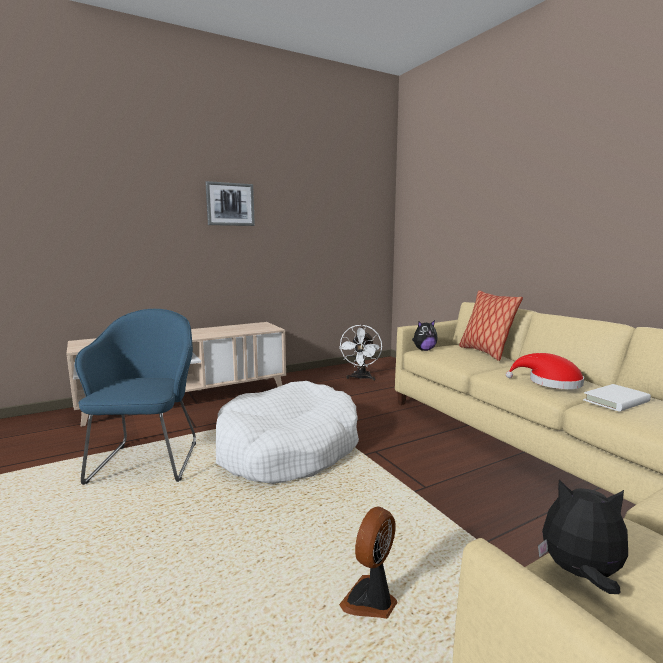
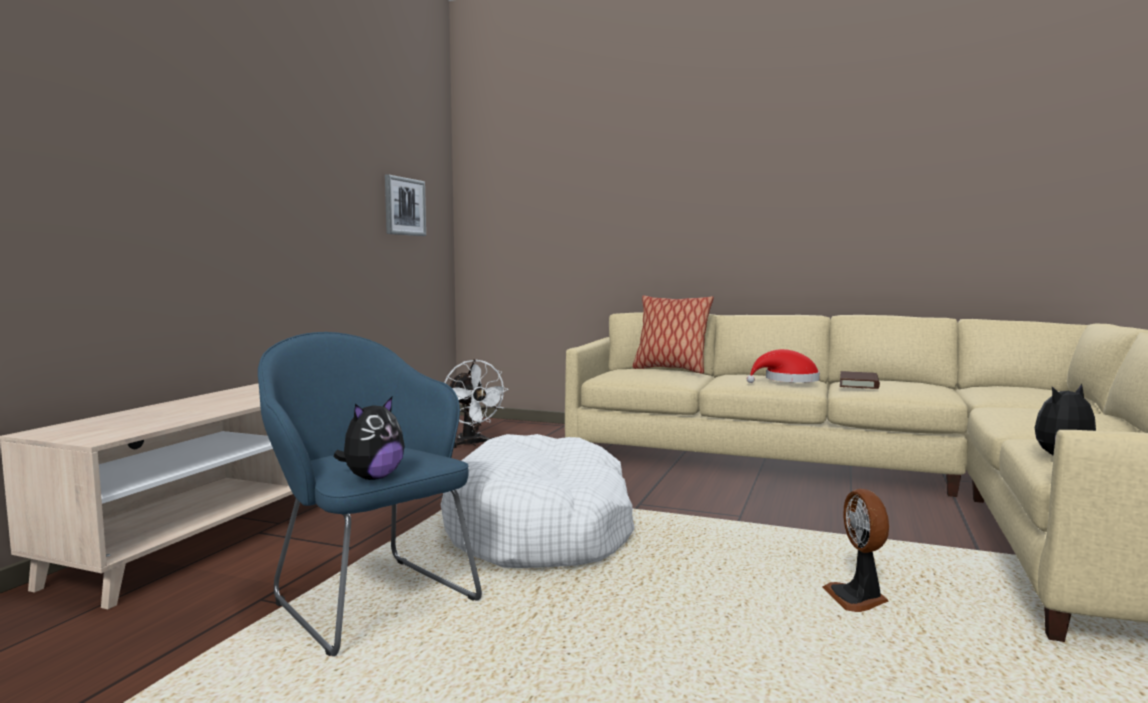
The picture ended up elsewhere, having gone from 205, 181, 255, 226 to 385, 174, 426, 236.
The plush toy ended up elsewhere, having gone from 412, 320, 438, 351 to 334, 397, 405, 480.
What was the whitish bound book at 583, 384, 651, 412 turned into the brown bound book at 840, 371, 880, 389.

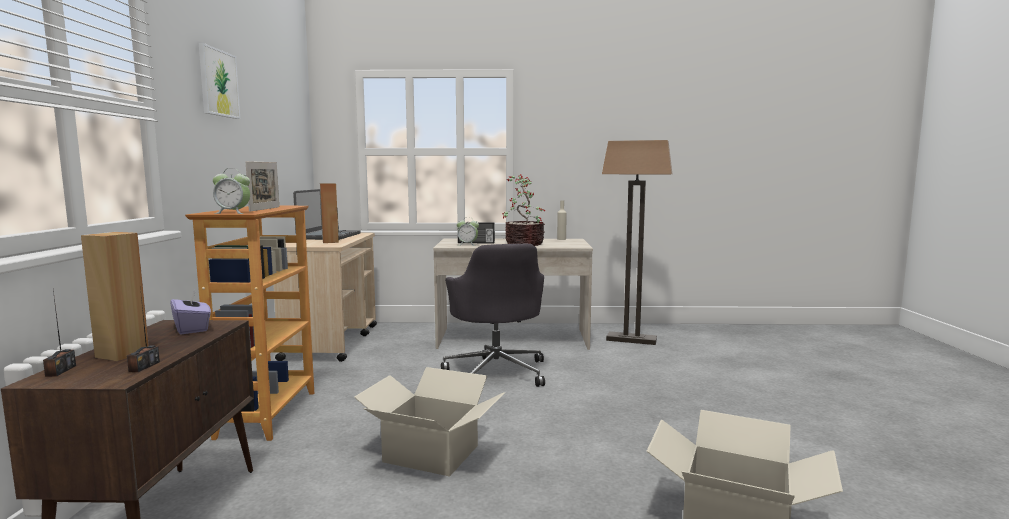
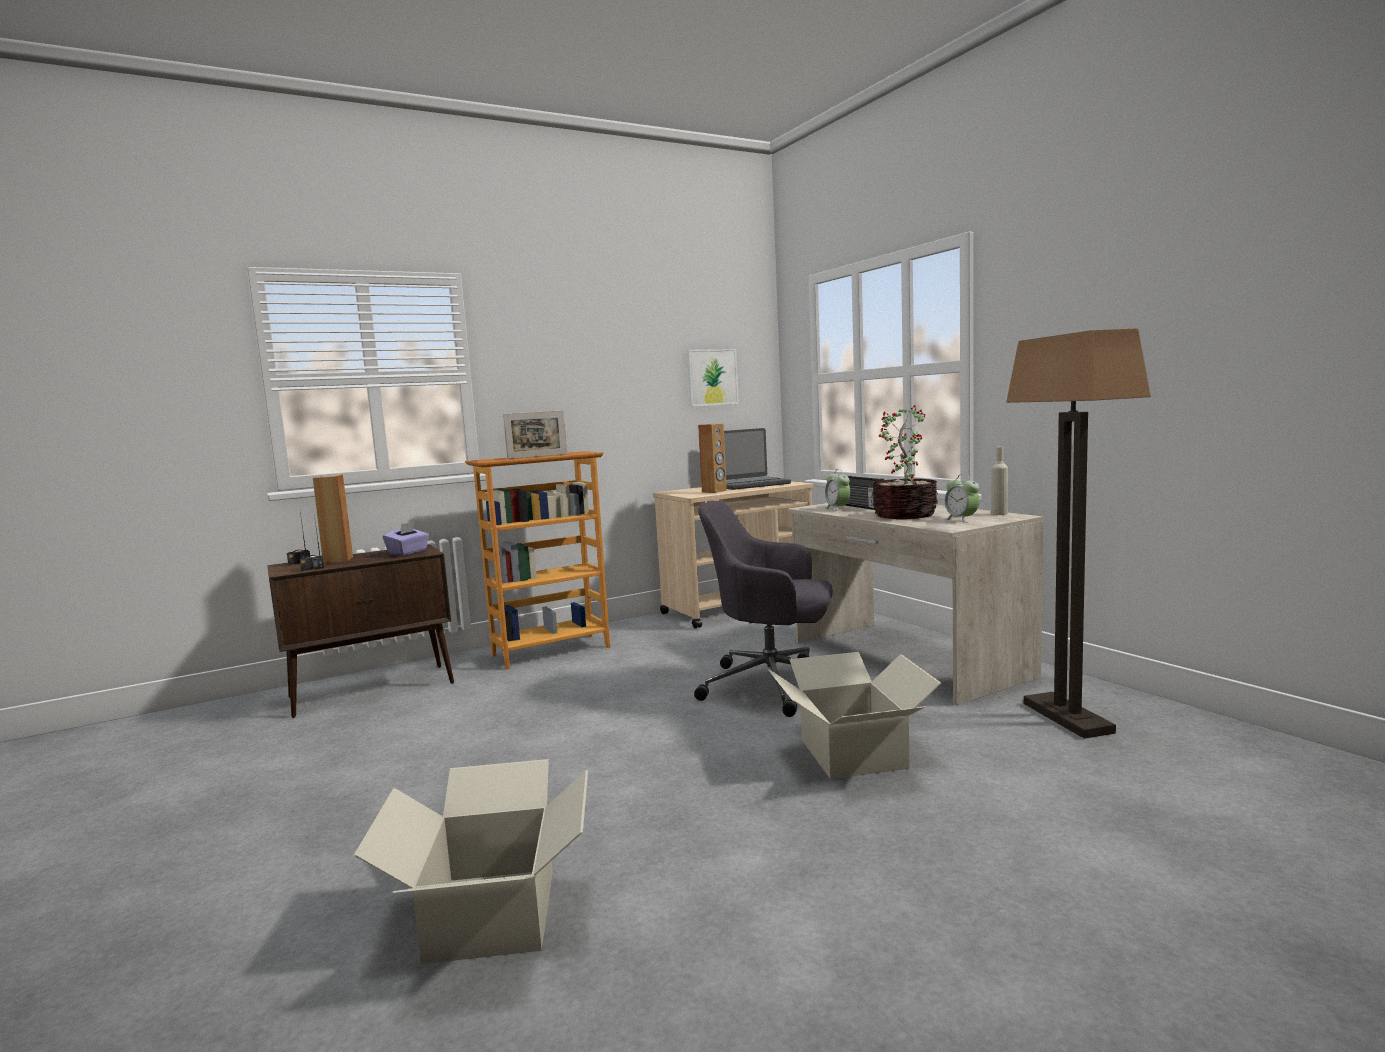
The picture ended up elsewhere, having gone from 199, 43, 240, 119 to 687, 349, 739, 407.
The table clock ended up elsewhere, having gone from 213, 168, 250, 214 to 944, 474, 979, 523.
The greyish computer chair at 441, 244, 545, 387 ended up facing another way, 60 degrees clockwise from before.
The carton ended up elsewhere, having gone from 354, 367, 505, 477 to 768, 652, 941, 779.

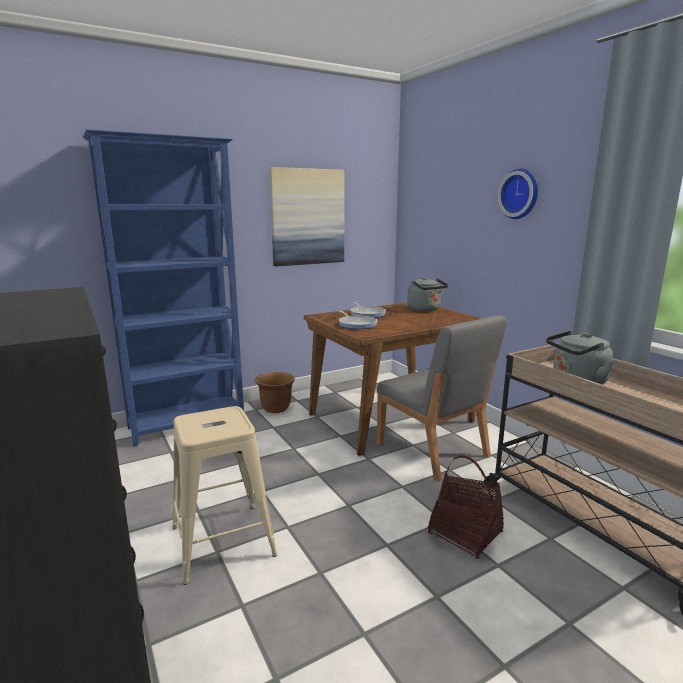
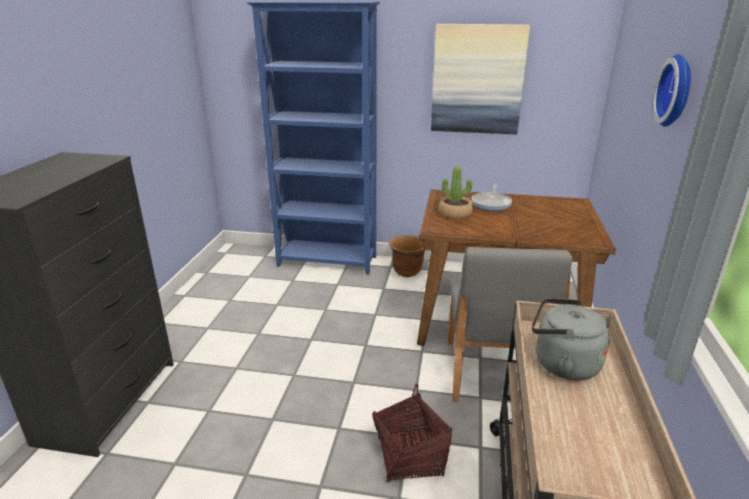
The second view lost the greyish water kettle at 407, 277, 448, 311.
Where the frying pan stood at 339, 311, 378, 329, the plant in a pot came to stand at 439, 166, 473, 219.
The second view lost the beige-coloured sitting stool at 172, 406, 277, 585.

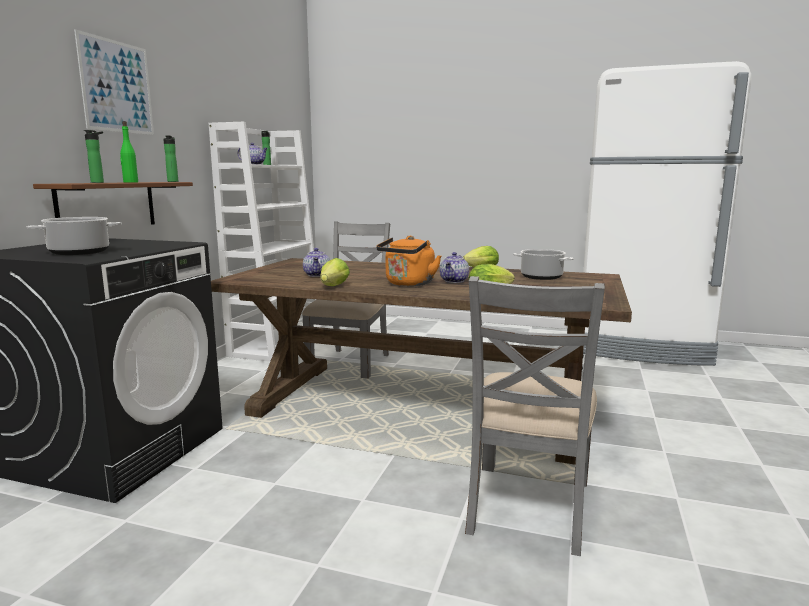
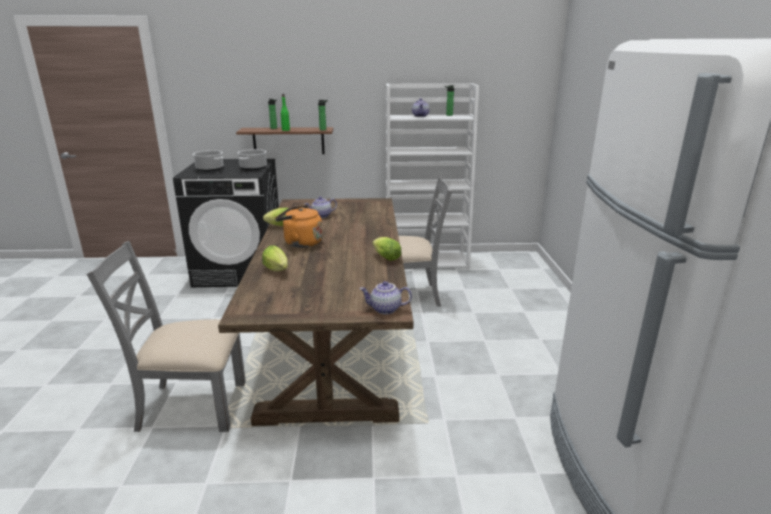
The second view lost the picture at 74, 29, 154, 135.
The stockpot ended up elsewhere, having gone from 513, 249, 574, 280 to 238, 149, 267, 170.
The pot for tea ended up elsewhere, having gone from 440, 252, 469, 283 to 360, 281, 412, 314.

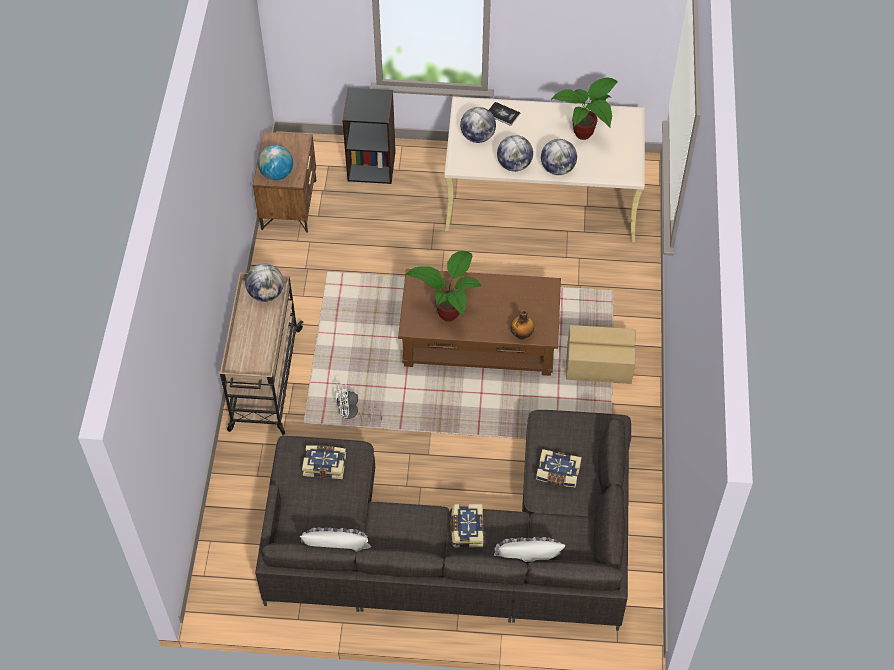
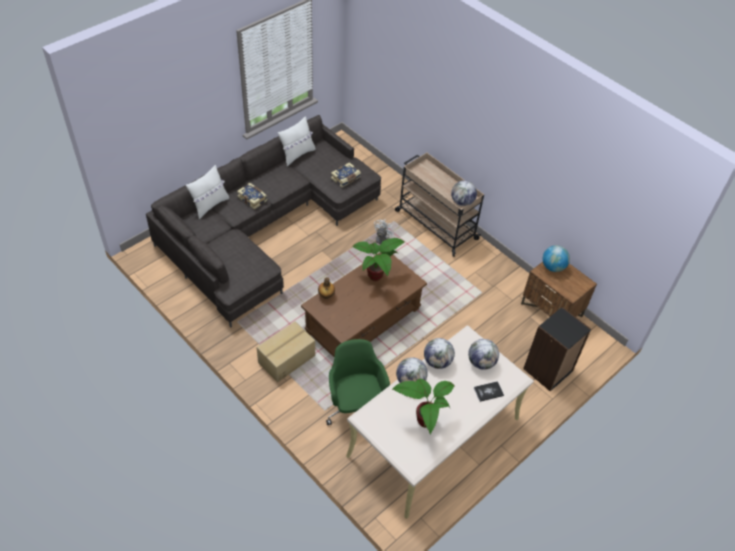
The second view lost the bound book at 536, 449, 582, 487.
The second view gained the green computer chair at 326, 339, 390, 425.

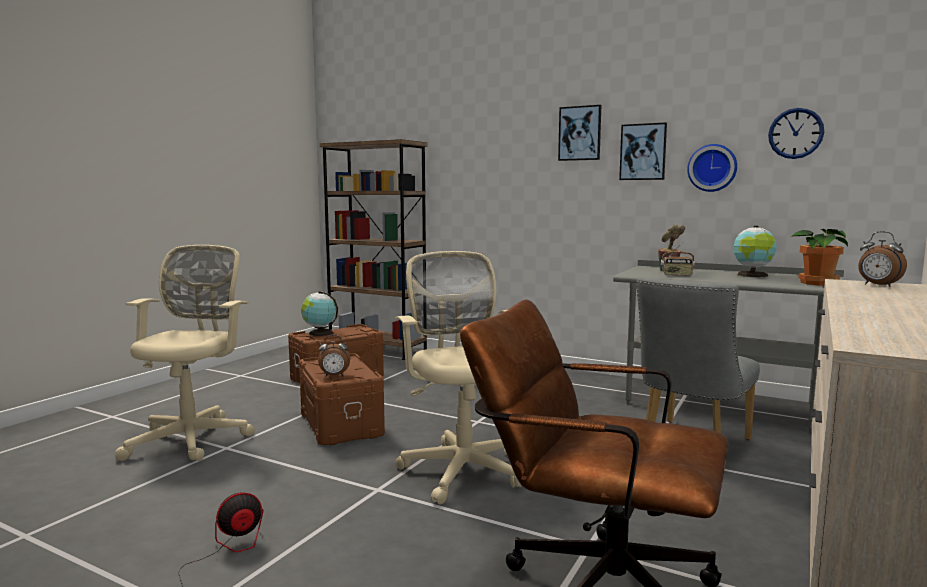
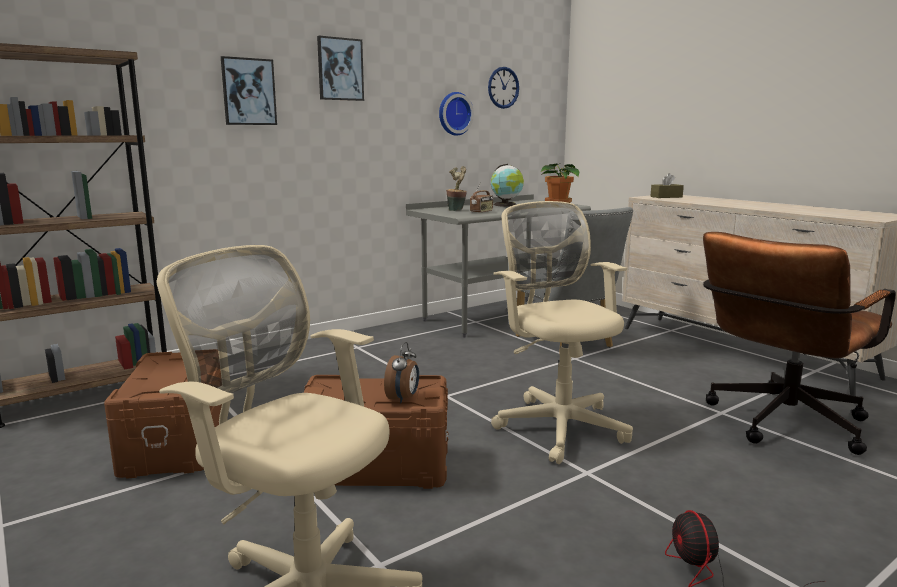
The picture ended up elsewhere, having gone from 619, 122, 667, 180 to 221, 56, 277, 125.
Where the table clock stood at 858, 231, 907, 287, the brown tissue box came to stand at 650, 173, 684, 198.
The beige-coloured computer chair at 396, 251, 522, 505 ended up facing another way, 60 degrees clockwise from before.
The second view lost the world globe at 301, 291, 338, 336.

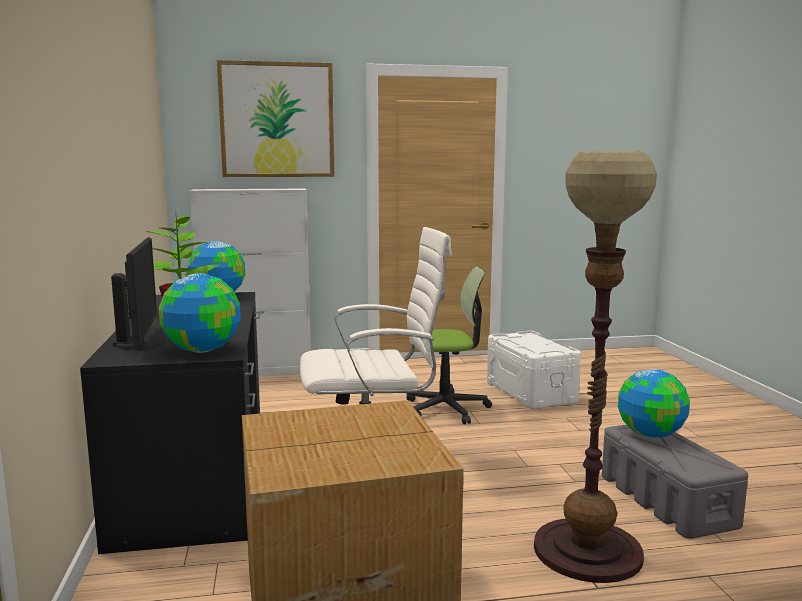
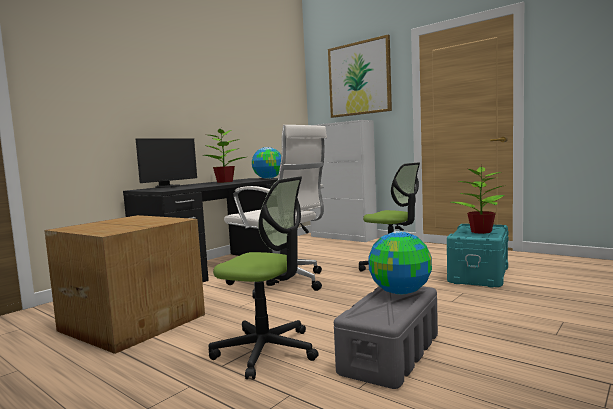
Where the standing lamp stood at 534, 151, 657, 583, the computer chair came to stand at 209, 176, 319, 379.
The second view lost the world globe at 159, 273, 241, 353.
What was the whitish storage bin at 487, 331, 581, 409 turned into the turquoise-coloured storage bin at 447, 224, 508, 288.
The second view gained the plant in a pot at 451, 166, 506, 234.

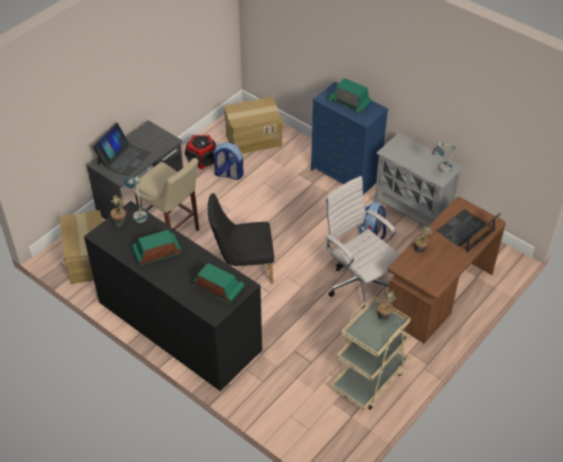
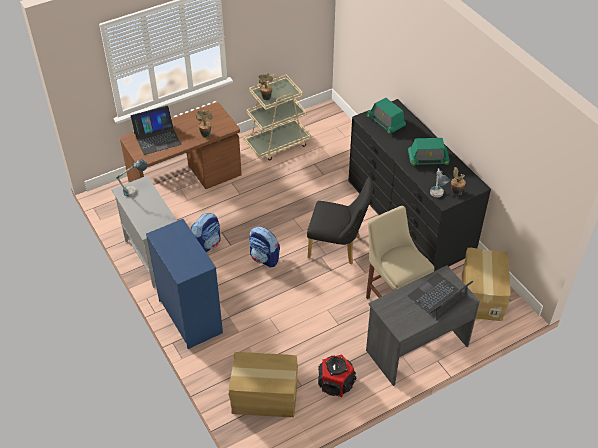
The second view lost the radio at 328, 78, 371, 113.
The backpack ended up elsewhere, having gone from 213, 142, 244, 180 to 249, 226, 280, 268.
The second view lost the whitish computer chair at 325, 176, 400, 311.

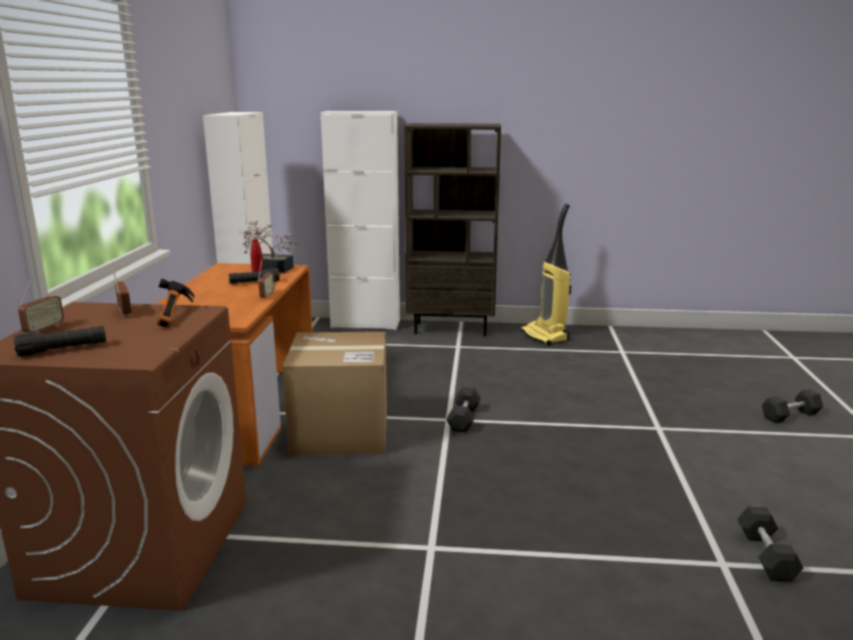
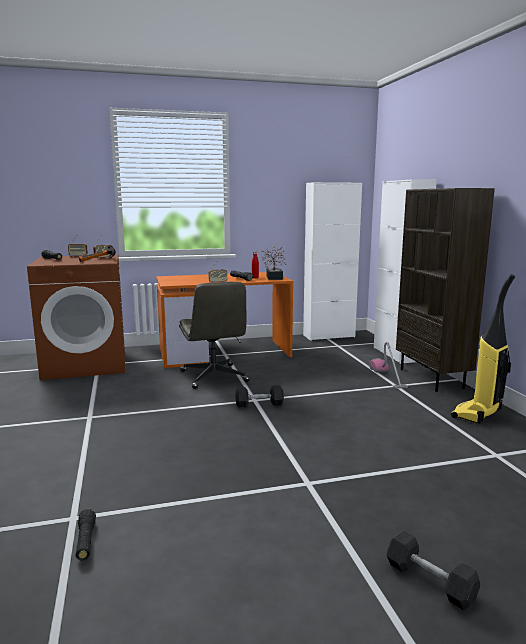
Where the carton stood at 282, 332, 387, 456, the greyish computer chair came to stand at 179, 282, 249, 389.
Where the greyish dumbbell stood at 737, 506, 804, 582, the black-coloured torch came to stand at 76, 509, 96, 560.
The second view gained the hoover at 369, 342, 408, 389.

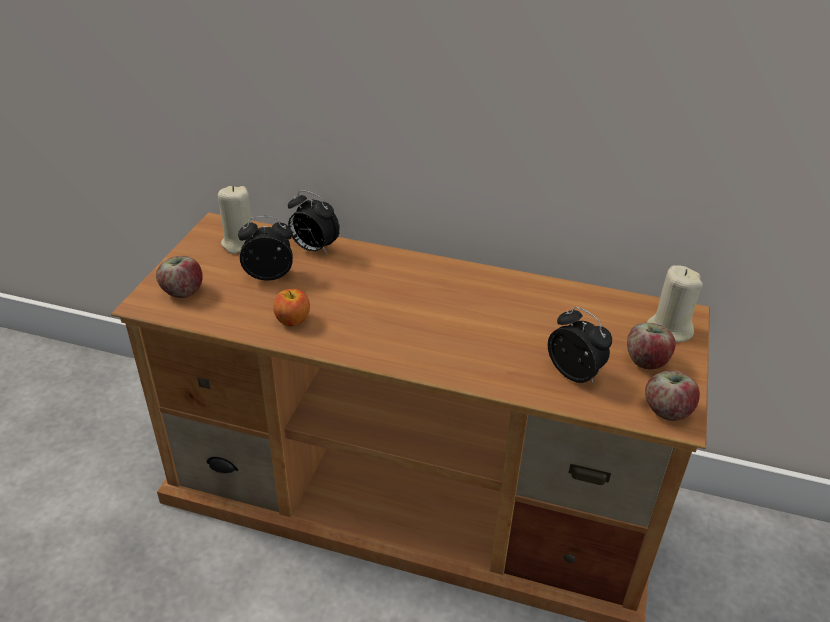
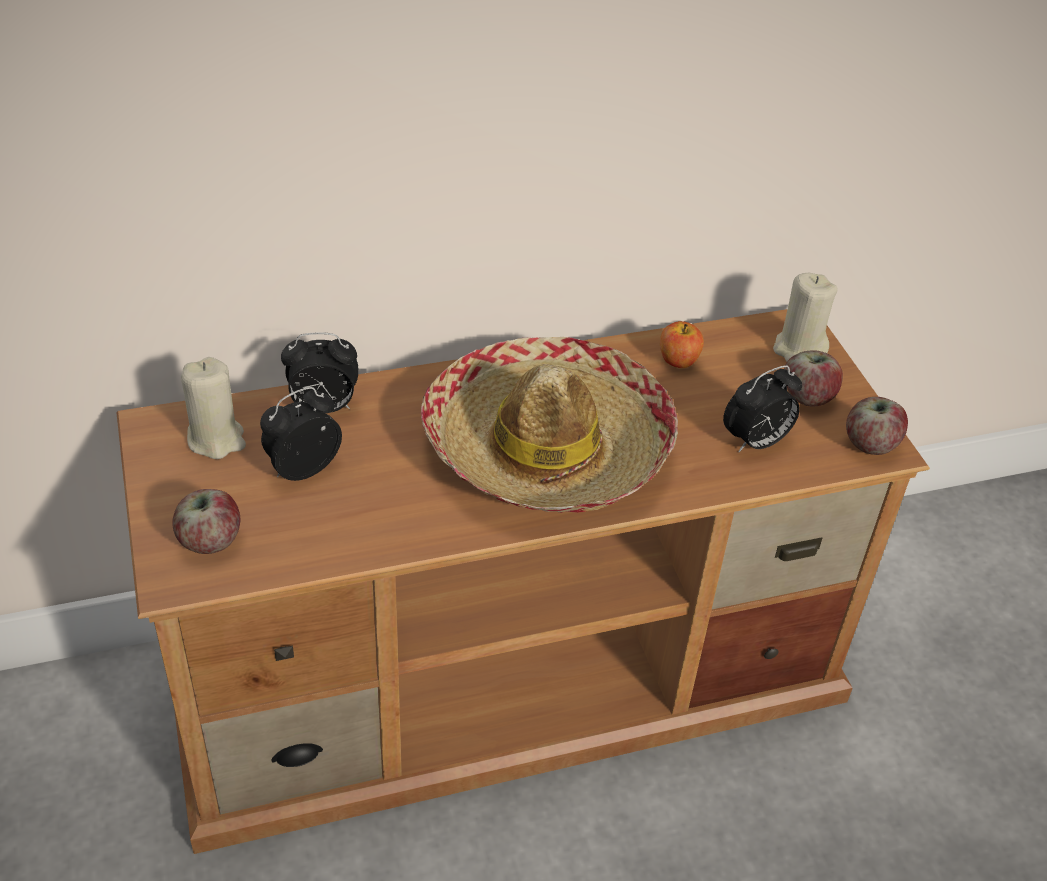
The whole apple ended up elsewhere, having gone from 273, 289, 310, 327 to 660, 321, 704, 368.
The table clock at 548, 307, 612, 383 ended up facing another way, 135 degrees clockwise from before.
The second view gained the wearable hat at 421, 337, 678, 513.

